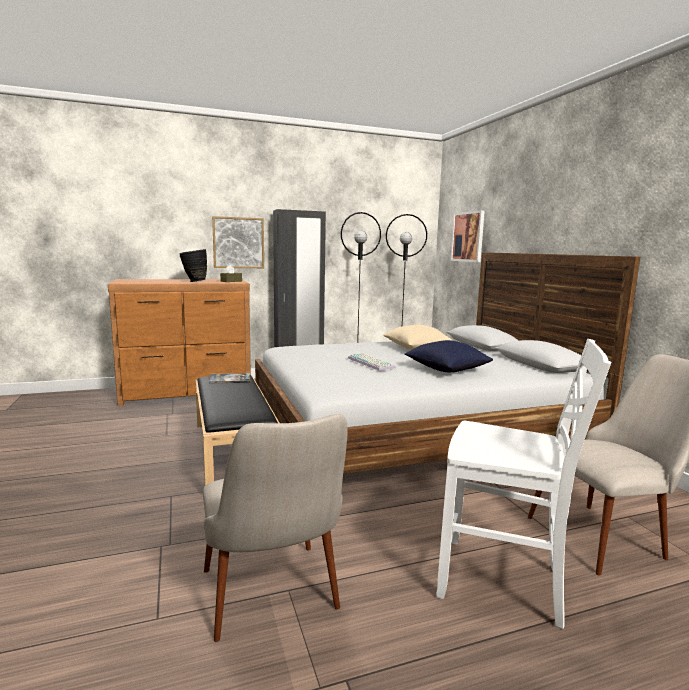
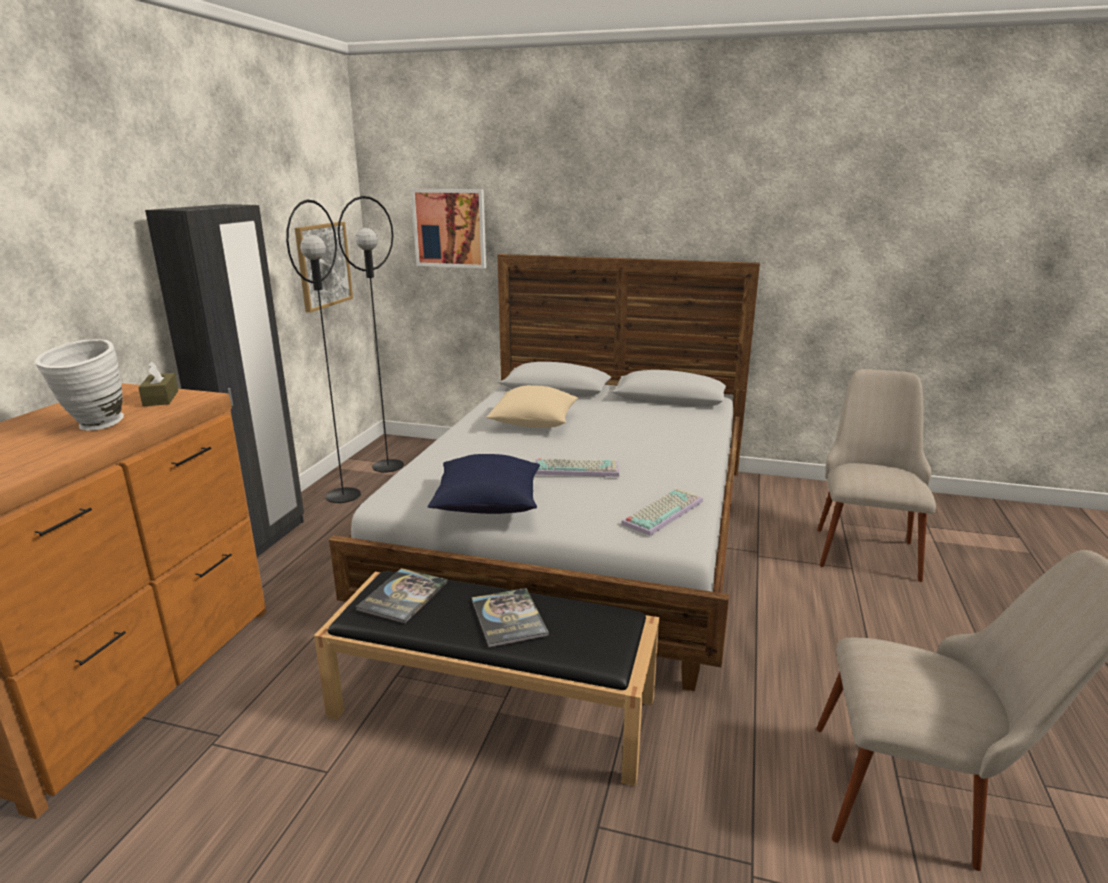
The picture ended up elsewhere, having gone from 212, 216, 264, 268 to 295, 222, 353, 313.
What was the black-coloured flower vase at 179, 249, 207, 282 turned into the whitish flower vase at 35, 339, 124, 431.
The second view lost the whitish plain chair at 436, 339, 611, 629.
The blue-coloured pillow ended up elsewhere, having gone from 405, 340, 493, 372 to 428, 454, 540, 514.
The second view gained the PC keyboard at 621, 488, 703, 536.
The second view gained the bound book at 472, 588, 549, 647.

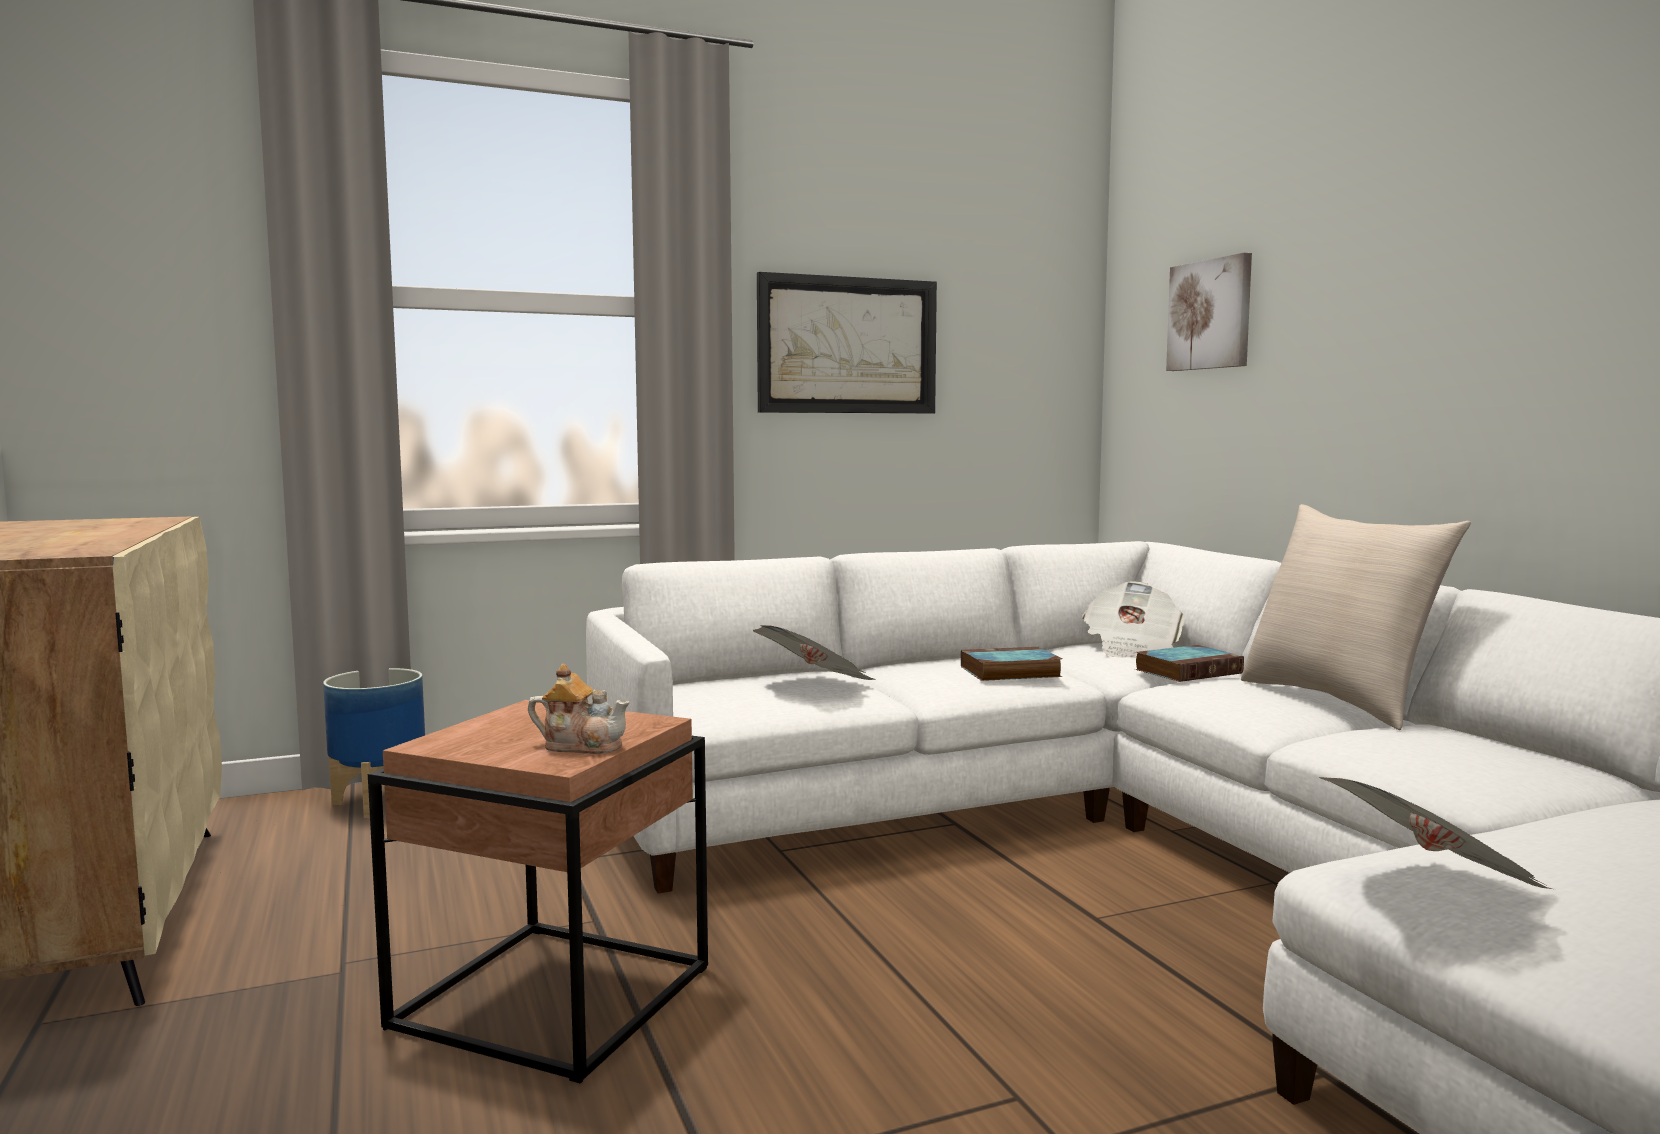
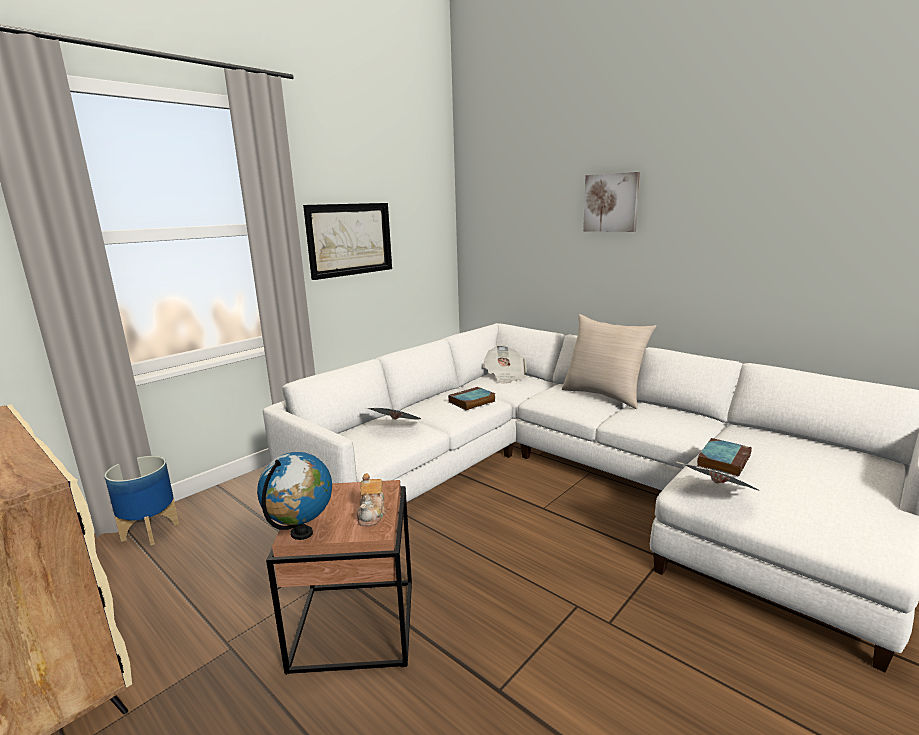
The picture ended up elsewhere, having gone from 1166, 253, 1252, 371 to 583, 172, 640, 232.
The bound book ended up elsewhere, having gone from 1135, 645, 1244, 682 to 697, 438, 752, 477.
The pot for tea at 528, 664, 630, 754 ended up facing another way, 105 degrees clockwise from before.
The second view gained the world globe at 257, 452, 332, 540.

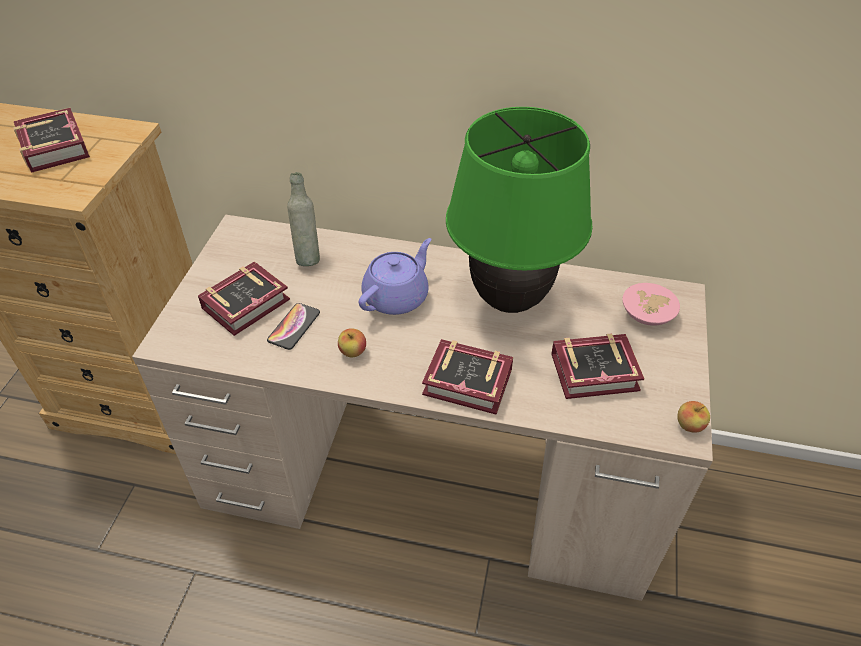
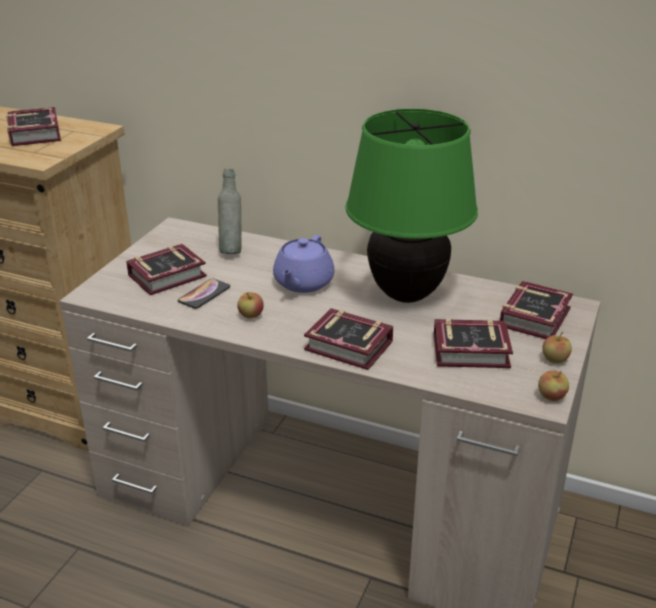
The purplish pot for tea at 359, 238, 431, 315 ended up facing another way, 150 degrees clockwise from before.
Where the pink deep dish stood at 622, 283, 680, 325, the bound book came to stand at 500, 281, 573, 339.
The second view gained the whole apple at 542, 332, 572, 363.

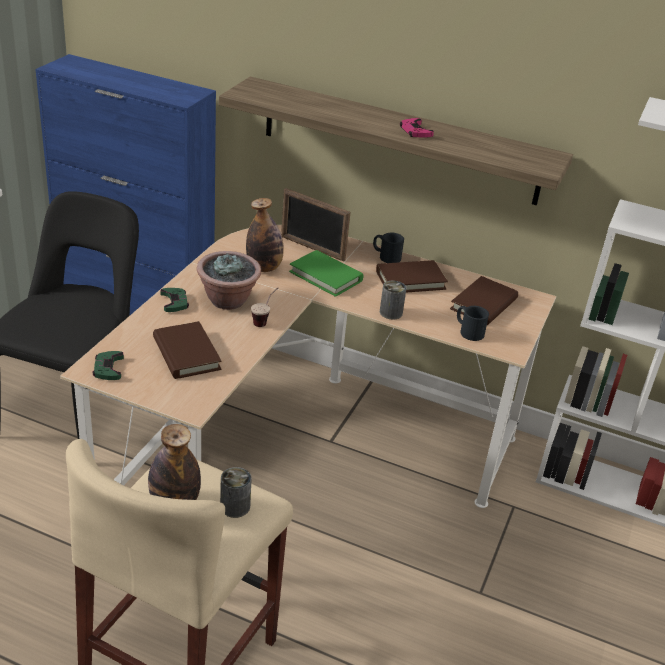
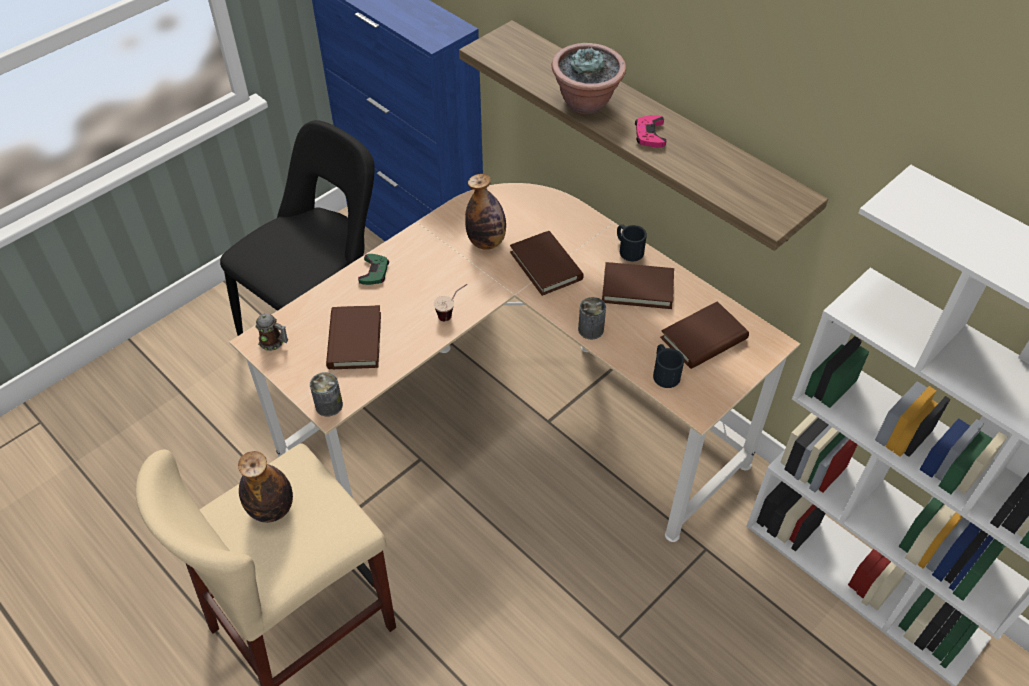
The second view lost the standing frame at 281, 188, 350, 262.
What was the green bound book at 289, 250, 364, 297 turned into the brown bound book at 510, 231, 584, 296.
The plant in a pot ended up elsewhere, having gone from 197, 251, 261, 310 to 552, 43, 626, 114.
Where the green joypad stood at 93, 351, 124, 380, the coffee mug came to stand at 256, 313, 288, 351.
The metal can ended up elsewhere, having gone from 220, 467, 252, 518 to 310, 372, 343, 417.

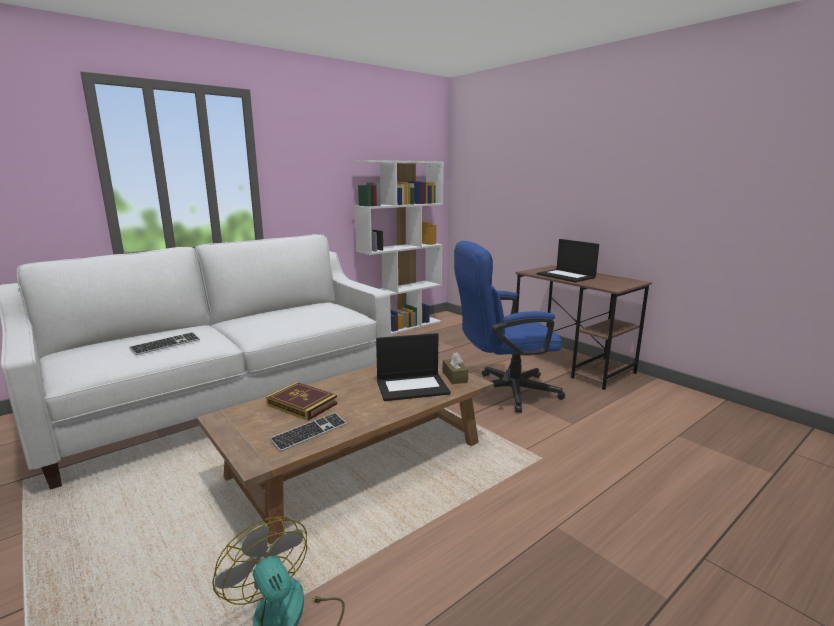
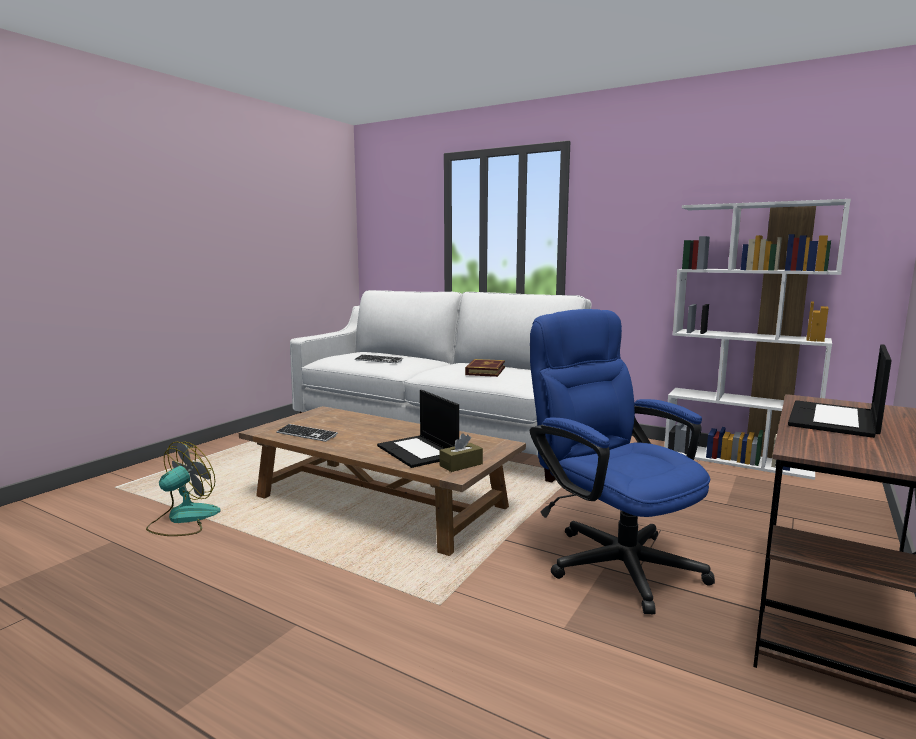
The bound book ended up elsewhere, having gone from 266, 382, 337, 421 to 465, 359, 505, 377.

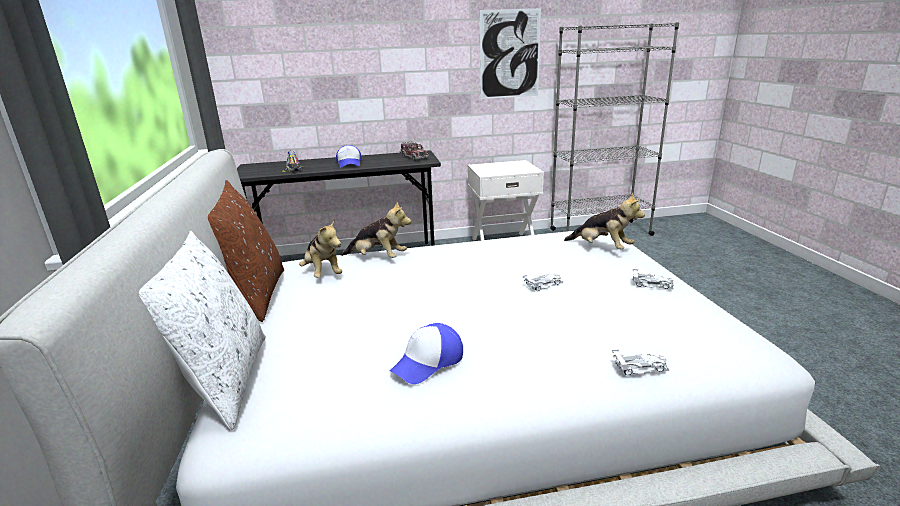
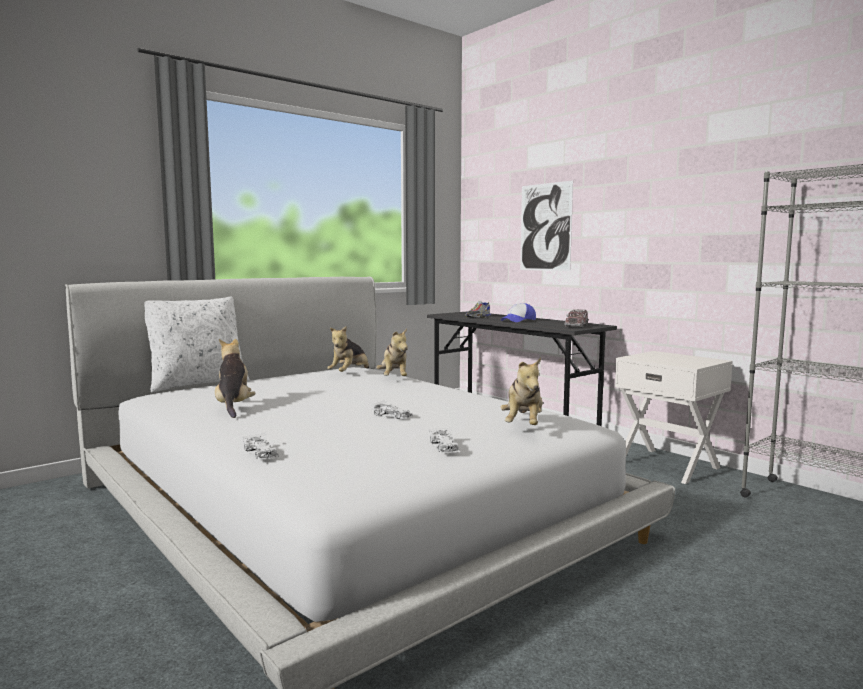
The picture ended up elsewhere, having gone from 480, 8, 541, 99 to 520, 180, 573, 271.
The second view lost the brown pillow at 208, 180, 284, 322.
Where the peaked cap stood at 389, 323, 463, 384, the plush toy came to stand at 215, 339, 255, 418.

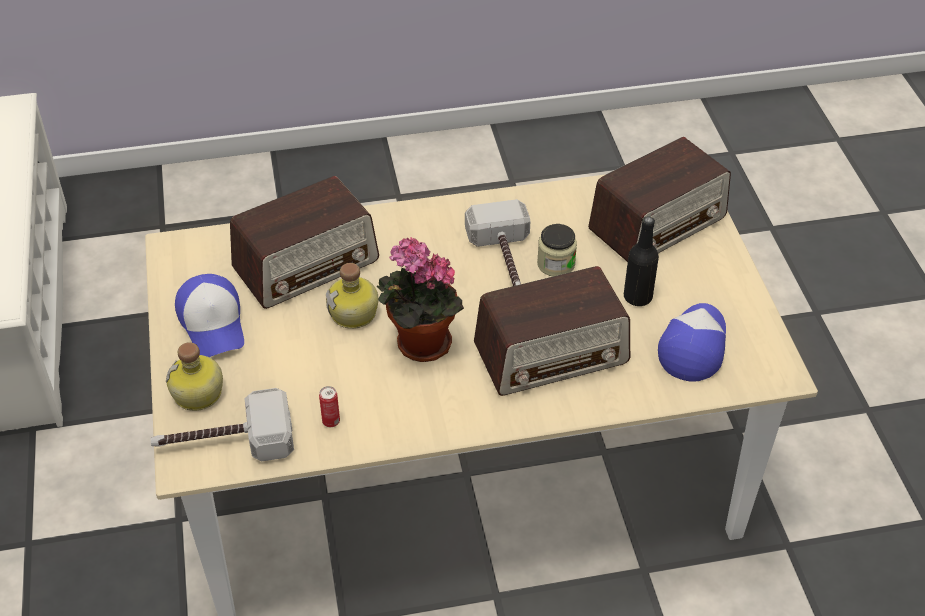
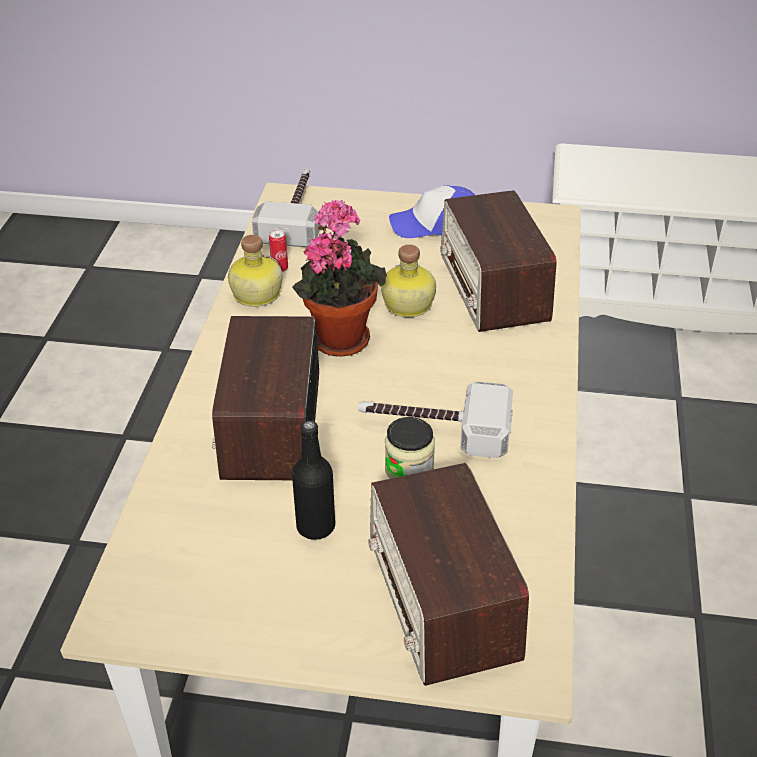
The second view lost the peaked cap at 658, 303, 726, 382.
The drink bottle ended up elsewhere, having gone from 166, 342, 223, 411 to 228, 235, 283, 307.

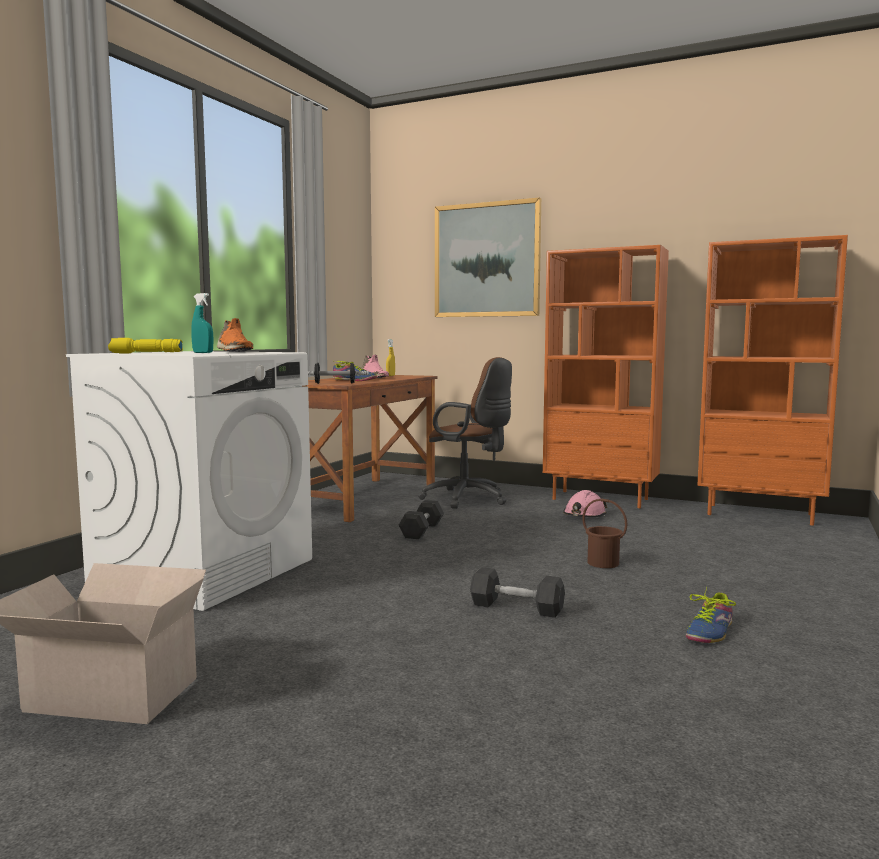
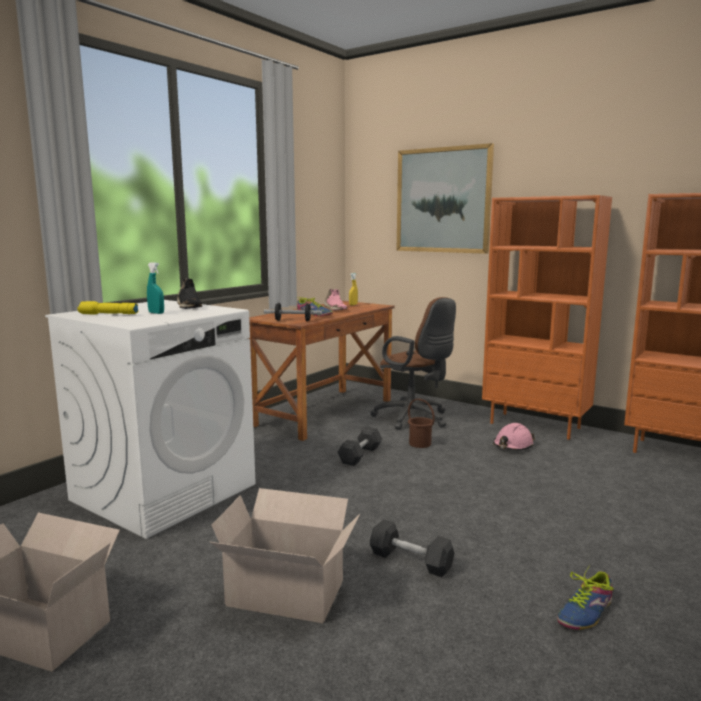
What was the orange low shoe at 217, 318, 253, 352 turned into the black-coloured low shoe at 177, 279, 202, 309.
The brown bucket ended up elsewhere, having gone from 582, 499, 627, 568 to 408, 398, 435, 448.
The second view gained the carton at 210, 488, 360, 623.

